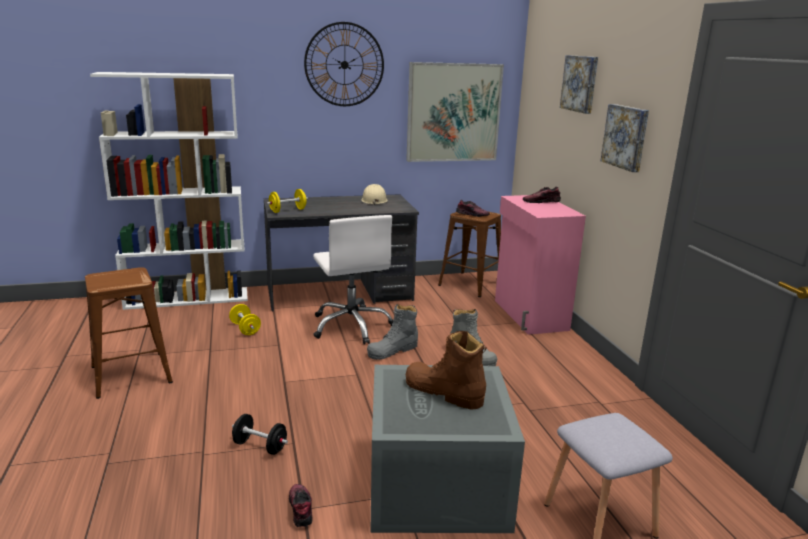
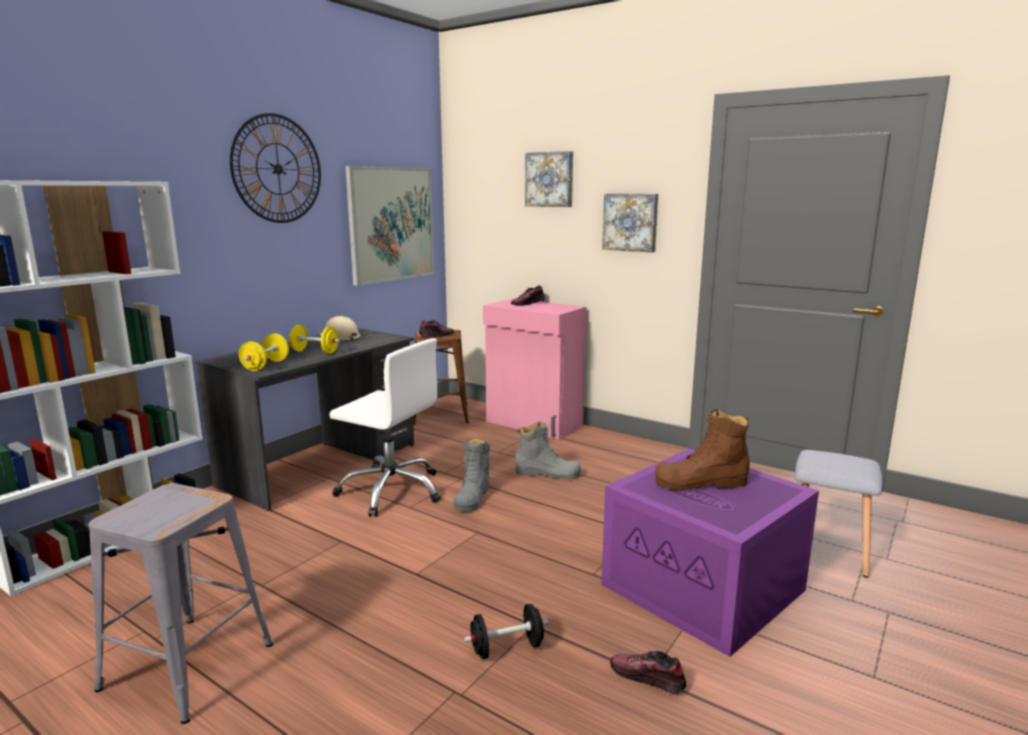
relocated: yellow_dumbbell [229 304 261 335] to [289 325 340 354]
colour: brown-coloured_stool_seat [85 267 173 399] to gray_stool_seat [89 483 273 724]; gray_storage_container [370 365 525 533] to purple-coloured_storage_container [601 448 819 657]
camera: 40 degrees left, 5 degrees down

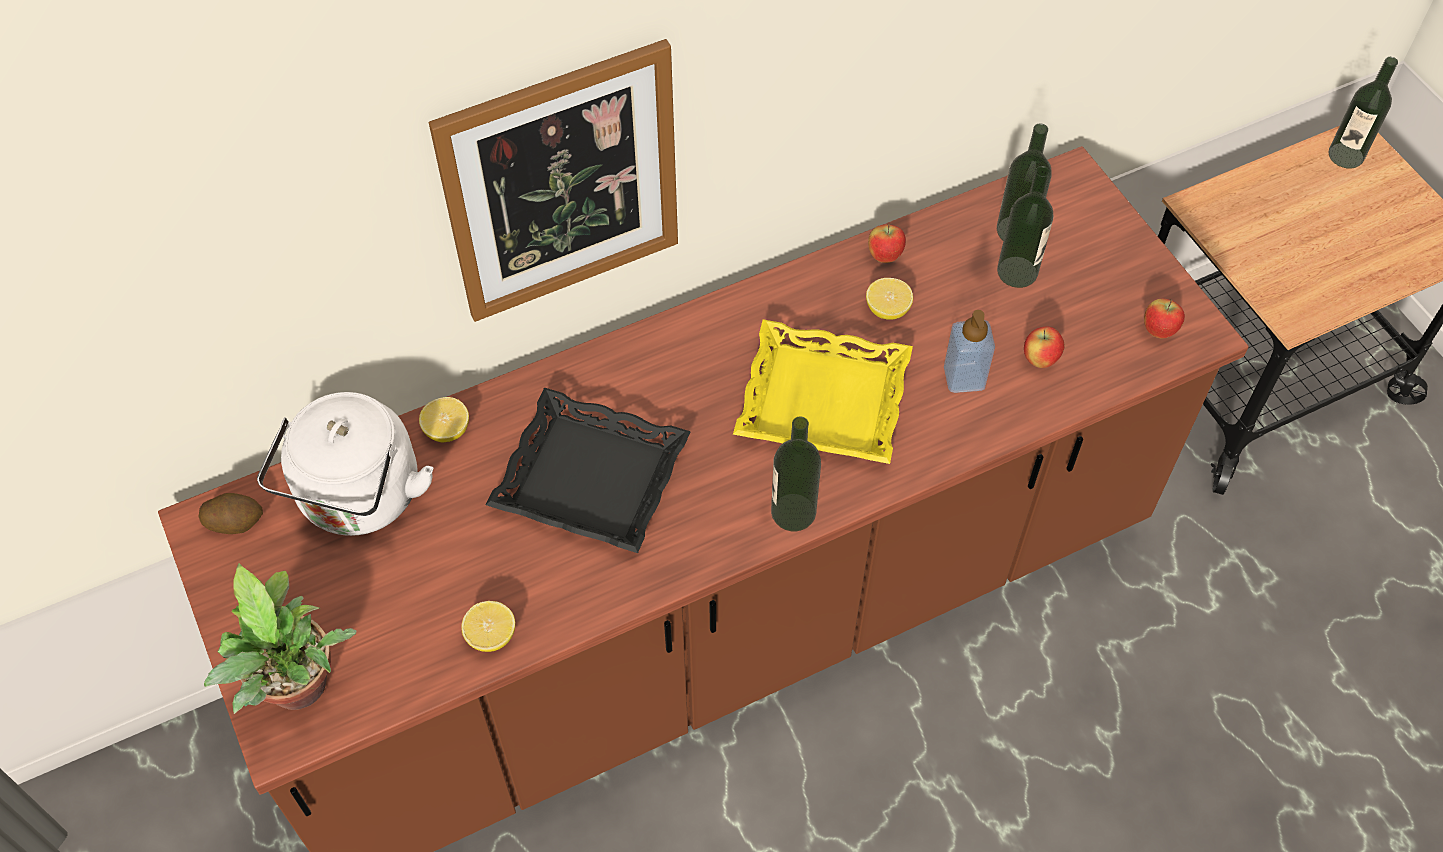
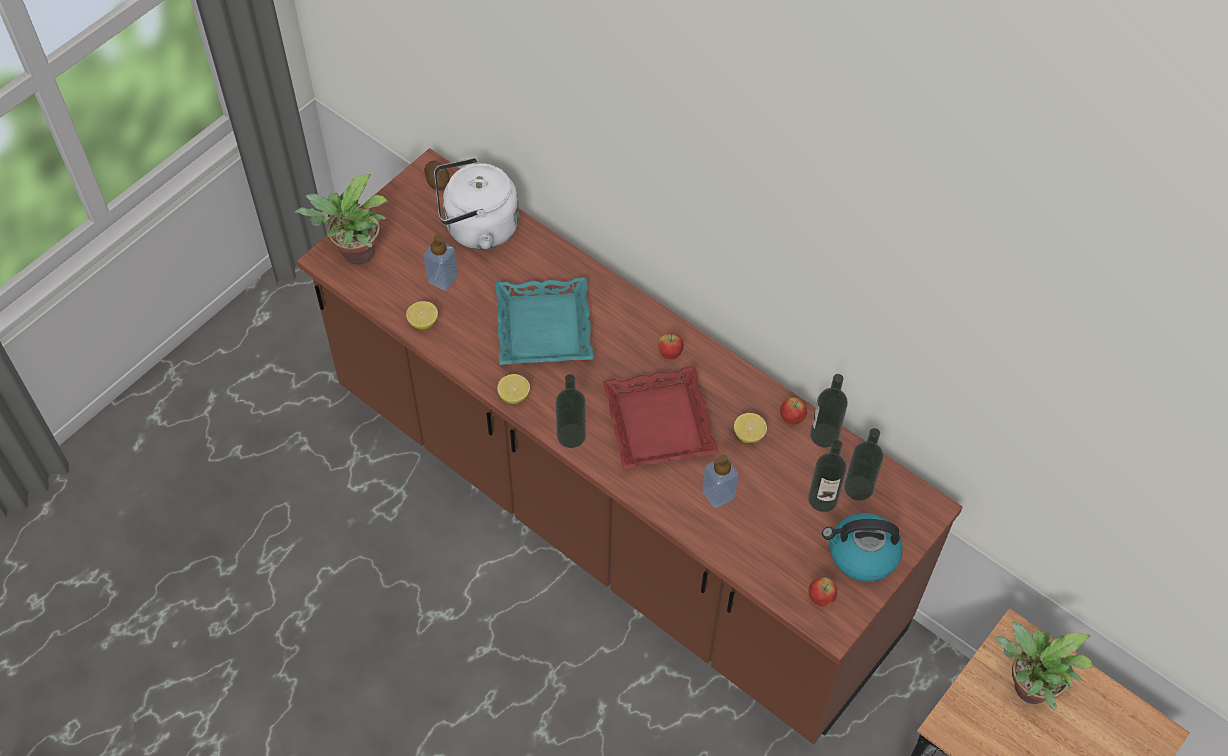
missing: wall_picture [429 39 678 322]
appeared: soap_dispenser [424 235 458 291]; tea_kettle [822 513 903 582]; potted_plant [994 622 1093 711]
relocated: whole_lemon [419 397 469 442] to [497 374 530 404]; apple [1024 327 1064 368] to [658 334 684 360]; bottle [1329 57 1398 169] to [810 374 848 448]
colour: black-coloured_tray [486 387 691 553] to turquoise_tray [496 277 593 365]; yellow_tray [733 319 913 464] to red_tray [602 366 719 469]
camera: 65 degrees right, 0 degrees up

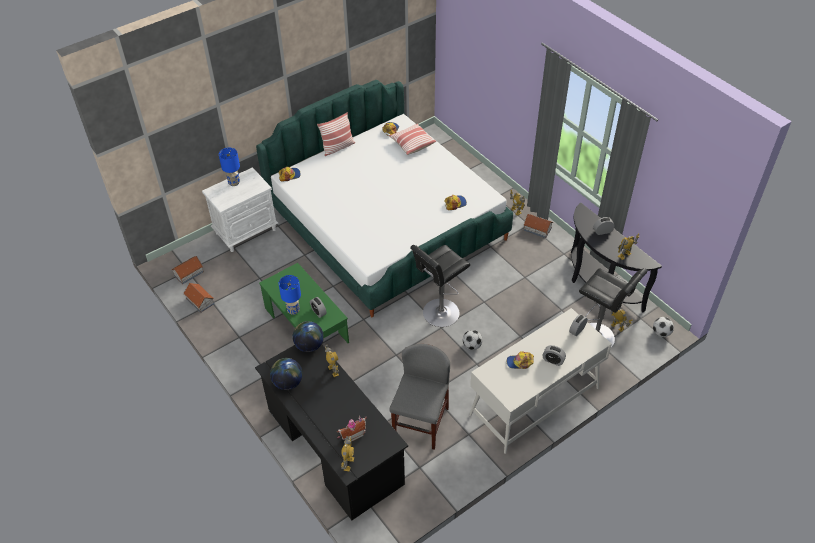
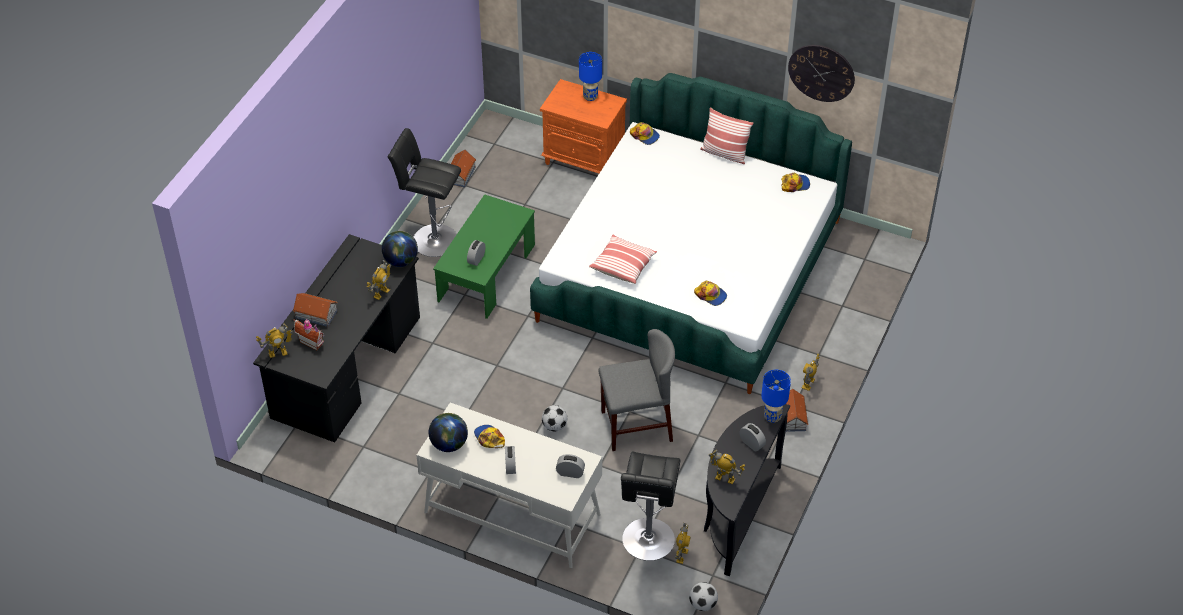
appeared: wall_clock [788 45 855 102]
relocated: model_house [172 256 204 284] to [293 293 338 327]; world_globe [270 358 303 390] to [429 413 468 452]; blue_table_lamp [279 275 301 315] to [761 370 791 423]; cushion [389 124 436 155] to [589 235 657 284]; gray_upright_chair [389 344 450 450] to [599 329 675 451]; black-coloured_stool_seat [410 245 470 327] to [388 128 461 257]
colour: white_bedside_table [202 167 278 252] to orange-coloured_bedside_table [540 79 627 173]
camera: 60 degrees right, 0 degrees up

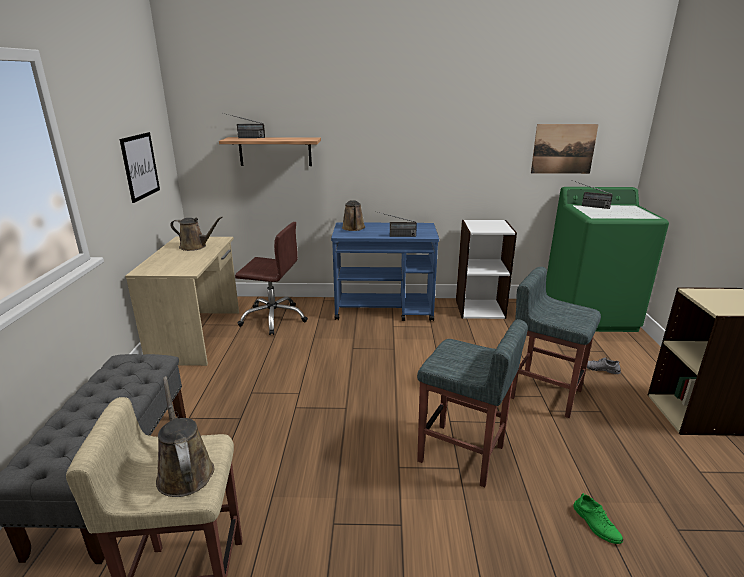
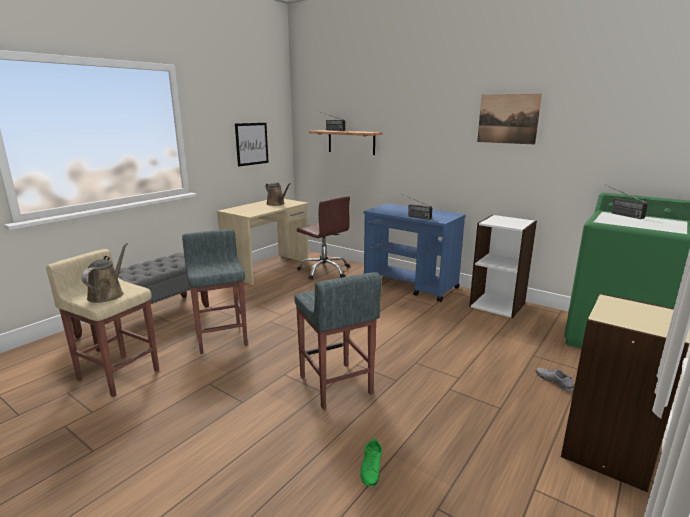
missing: brown-coloured_watering_pot [342 200 365 231]
relocated: gray_stool_seat [511 267 601 418] to [182 229 248 354]; wall_picture [531 124 599 174] to [477 94 542 145]
camera: 35 degrees right, 5 degrees down

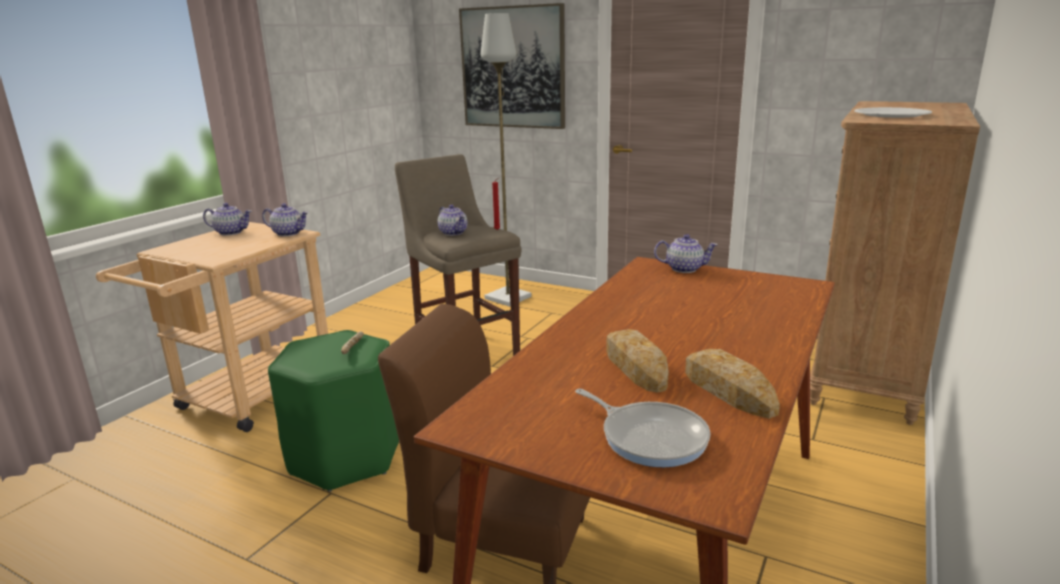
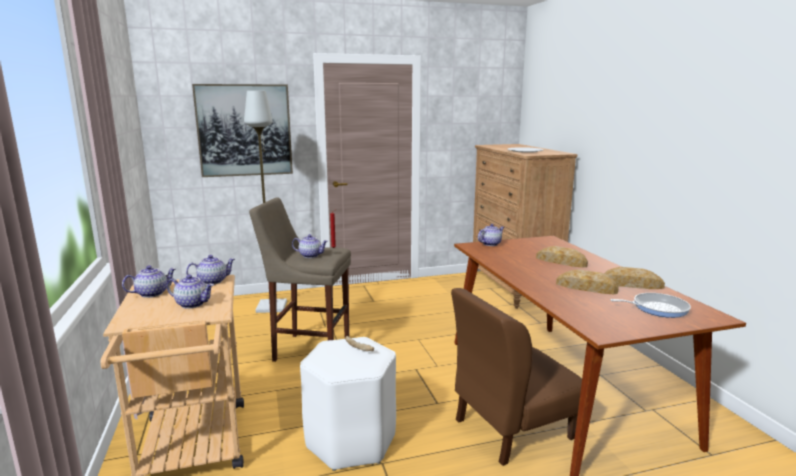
appeared: pot_for_tea [167 275 214 309]; bread [536 246 588 268]
colour: green-coloured_stool_seat [268 330 399 492] to white_stool_seat [300 337 396 471]
camera: 45 degrees left, 5 degrees down

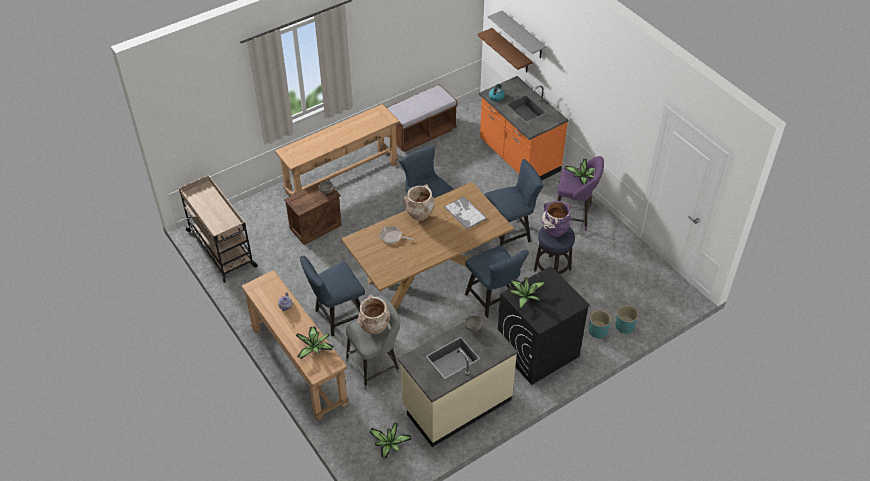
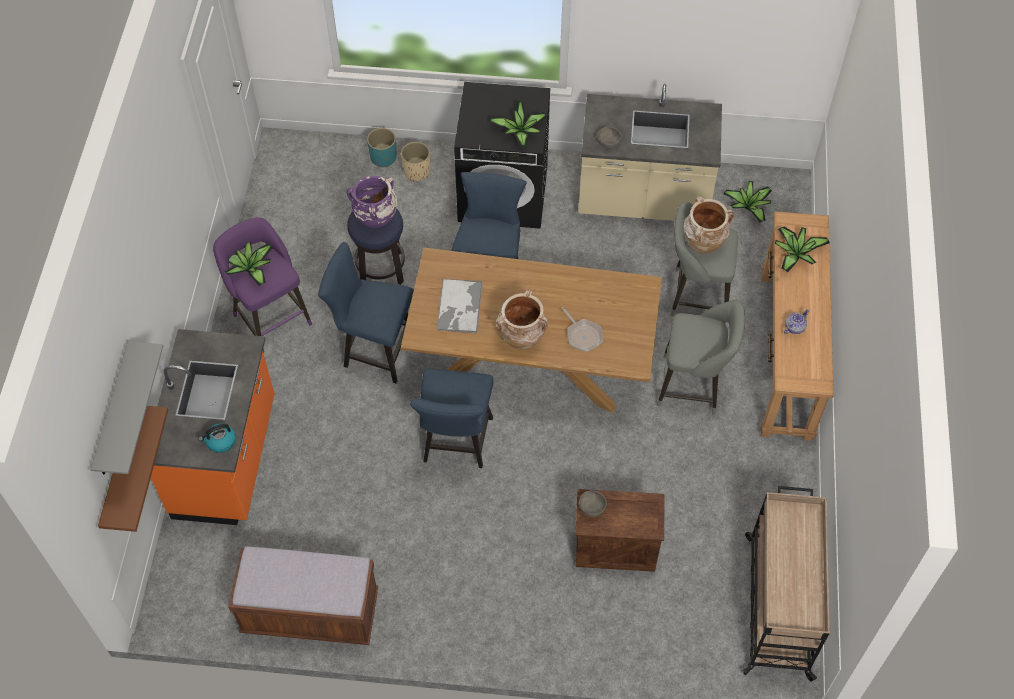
missing: brown-coloured_hall_table [275 104 400 196]
exchanged: blue_upright_chair [300 255 365 336] to gray_stool_seat [657 300 745 414]
colour: turquoise_plant_pot [589 310 611 339] to beige-coloured_plant_pot [401 142 430 181]
camera: 140 degrees left, 10 degrees up

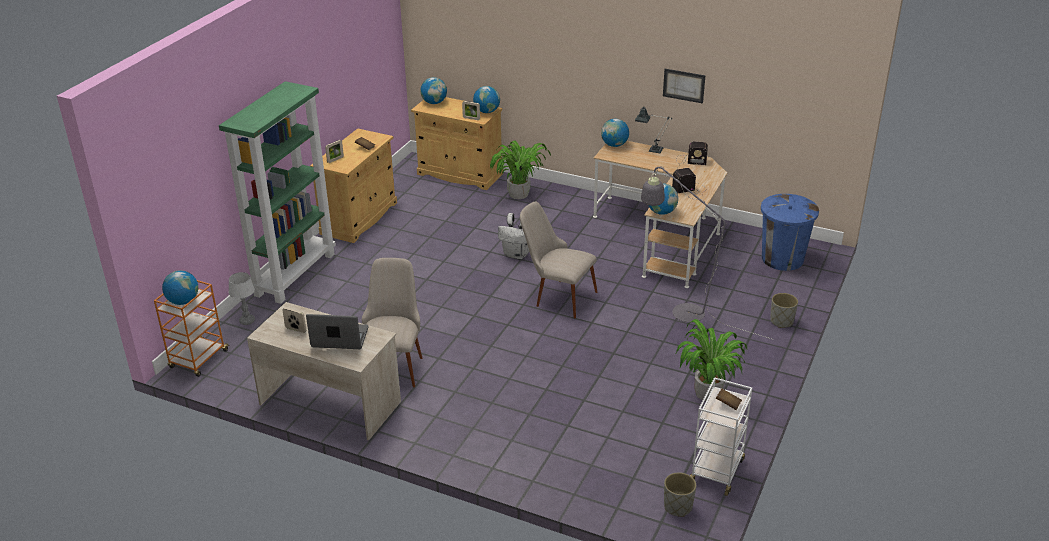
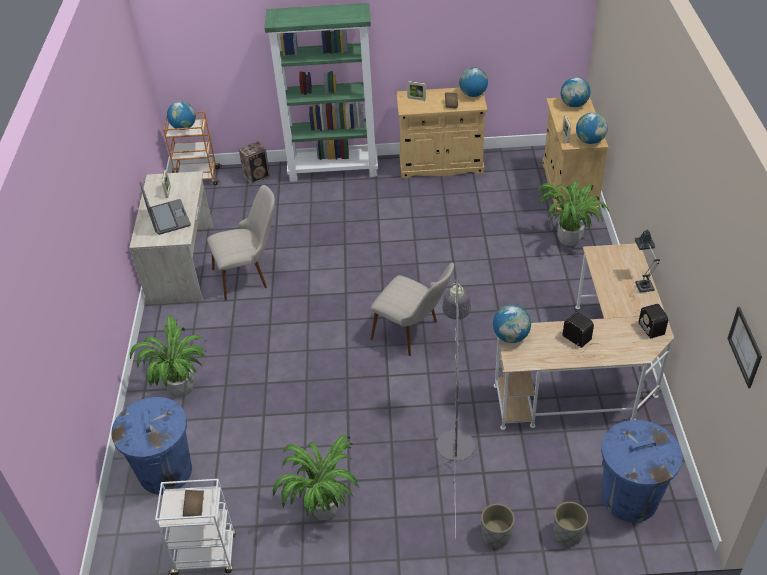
missing: white_knapsack [498 213 529 259]
appeared: blue_trash_can [111 397 192 495]; potted_plant [130 315 207 397]
relocated: world_globe [601 119 629 147] to [459 68 488 97]; wall_picture [663 69 706 104] to [727 307 762 388]; gray_plant_pot [664 472 696 517] to [554 502 588 546]
exchanged: table_lamp [229 272 255 325] to speaker [239 141 270 185]
spun: beige-coloured_upright_chair [520 202 598 318] = [370 263 454 356] 120 degrees clockwise
camera: 65 degrees right, 10 degrees up

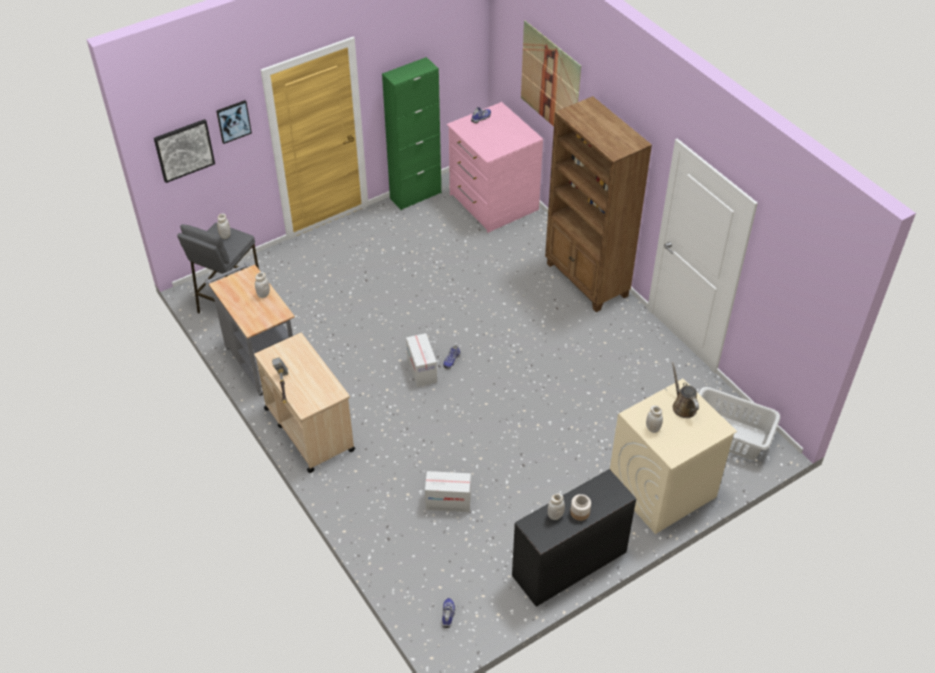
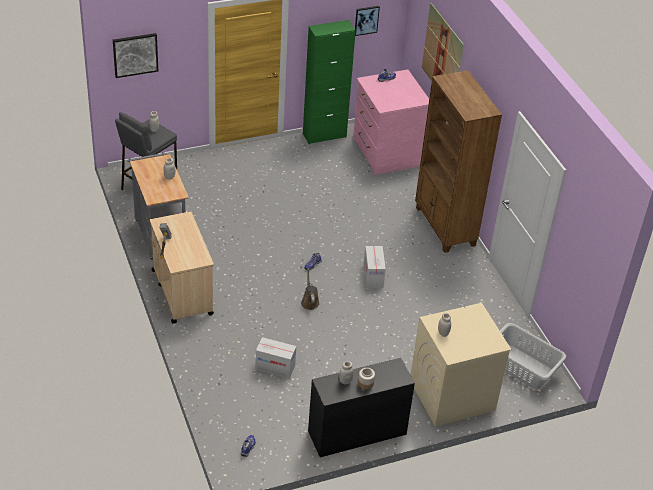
relocated: wall_picture [216 100 252 144] to [355 6 380 36]; carton [406 333 437 387] to [363 246 386 288]; brown-coloured_watering_pot [672 362 699 418] to [301 268 320 310]
camera: 10 degrees right, 5 degrees down

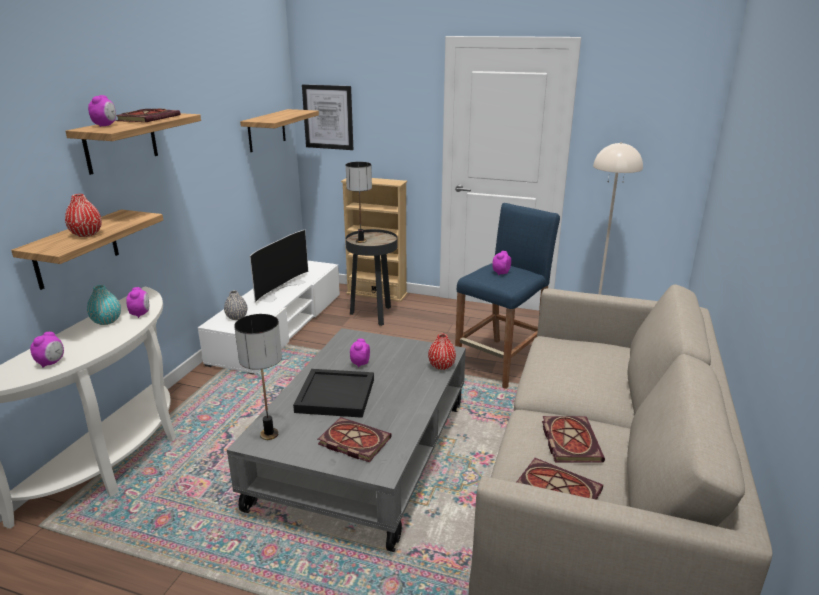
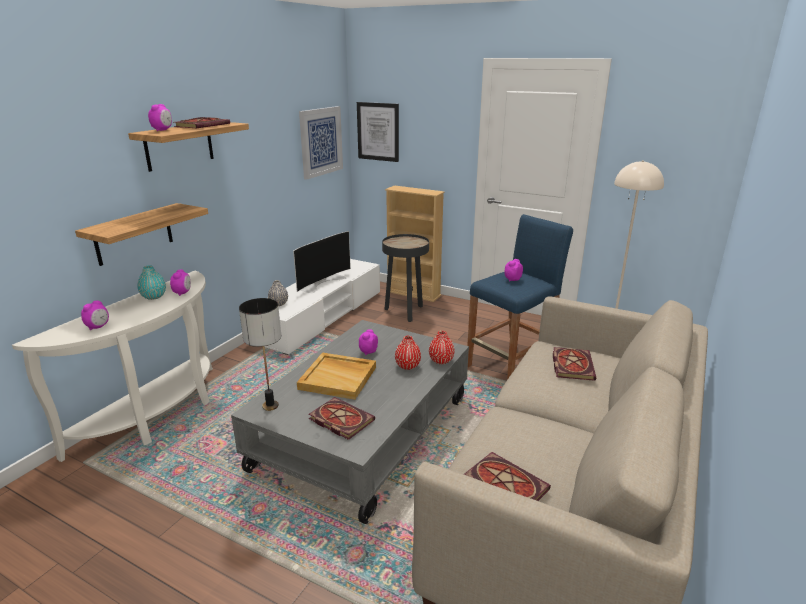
missing: table_lamp [346 162 372 243]
relocated: red_flower_vase [65 194 102 237] to [395 336 421 370]; volume [542 416 605 462] to [553 347 596 381]
exchanged: wall_shelf [240 109 319 152] to wall_picture [299 106 343 180]
colour: black-coloured_tray [293 369 374 418] to beige-coloured_tray [297 353 376 400]
camera: 10 degrees right, 0 degrees up

